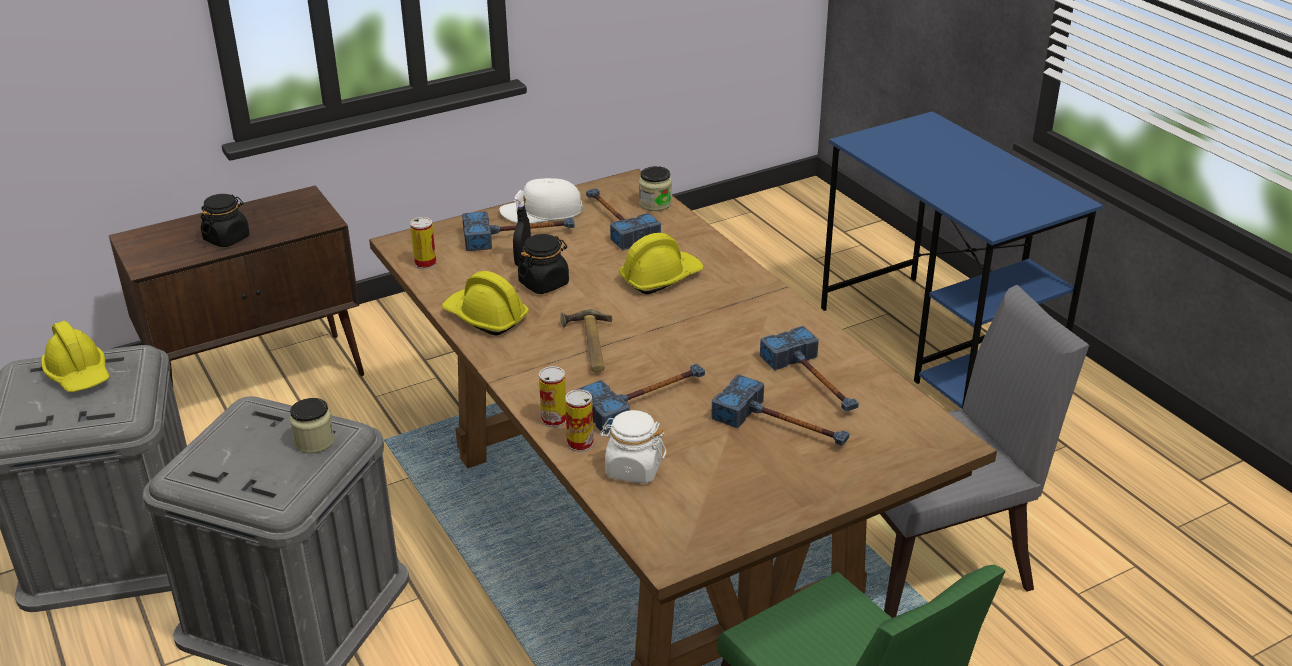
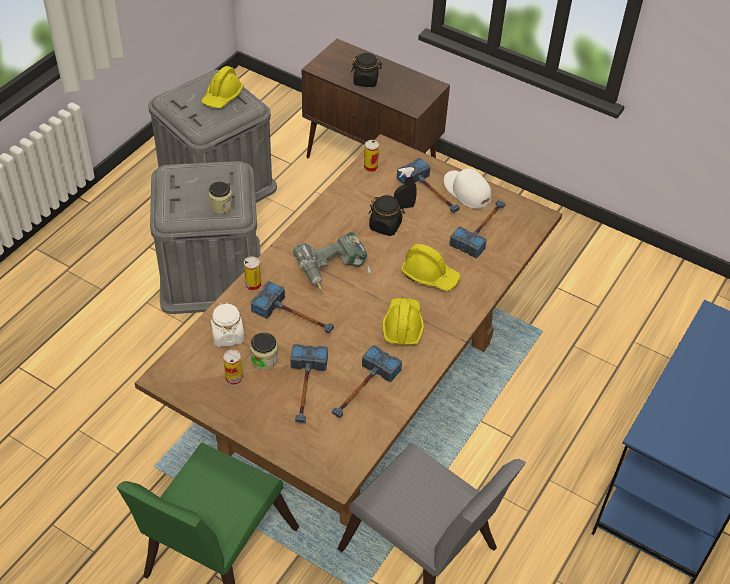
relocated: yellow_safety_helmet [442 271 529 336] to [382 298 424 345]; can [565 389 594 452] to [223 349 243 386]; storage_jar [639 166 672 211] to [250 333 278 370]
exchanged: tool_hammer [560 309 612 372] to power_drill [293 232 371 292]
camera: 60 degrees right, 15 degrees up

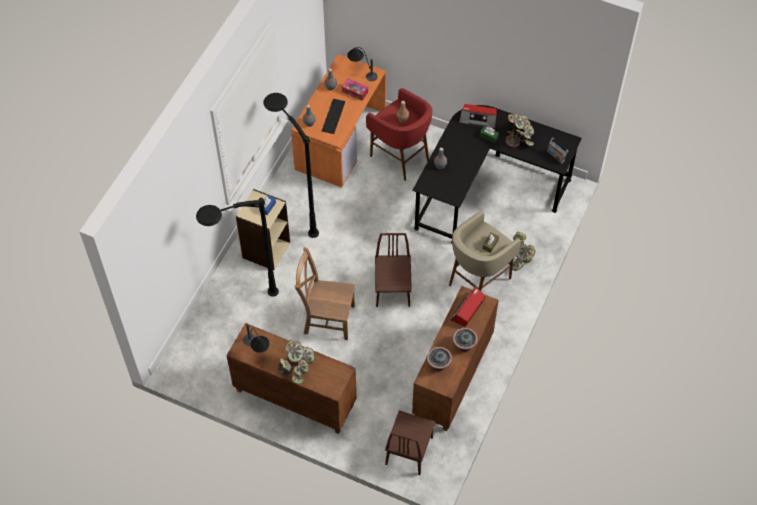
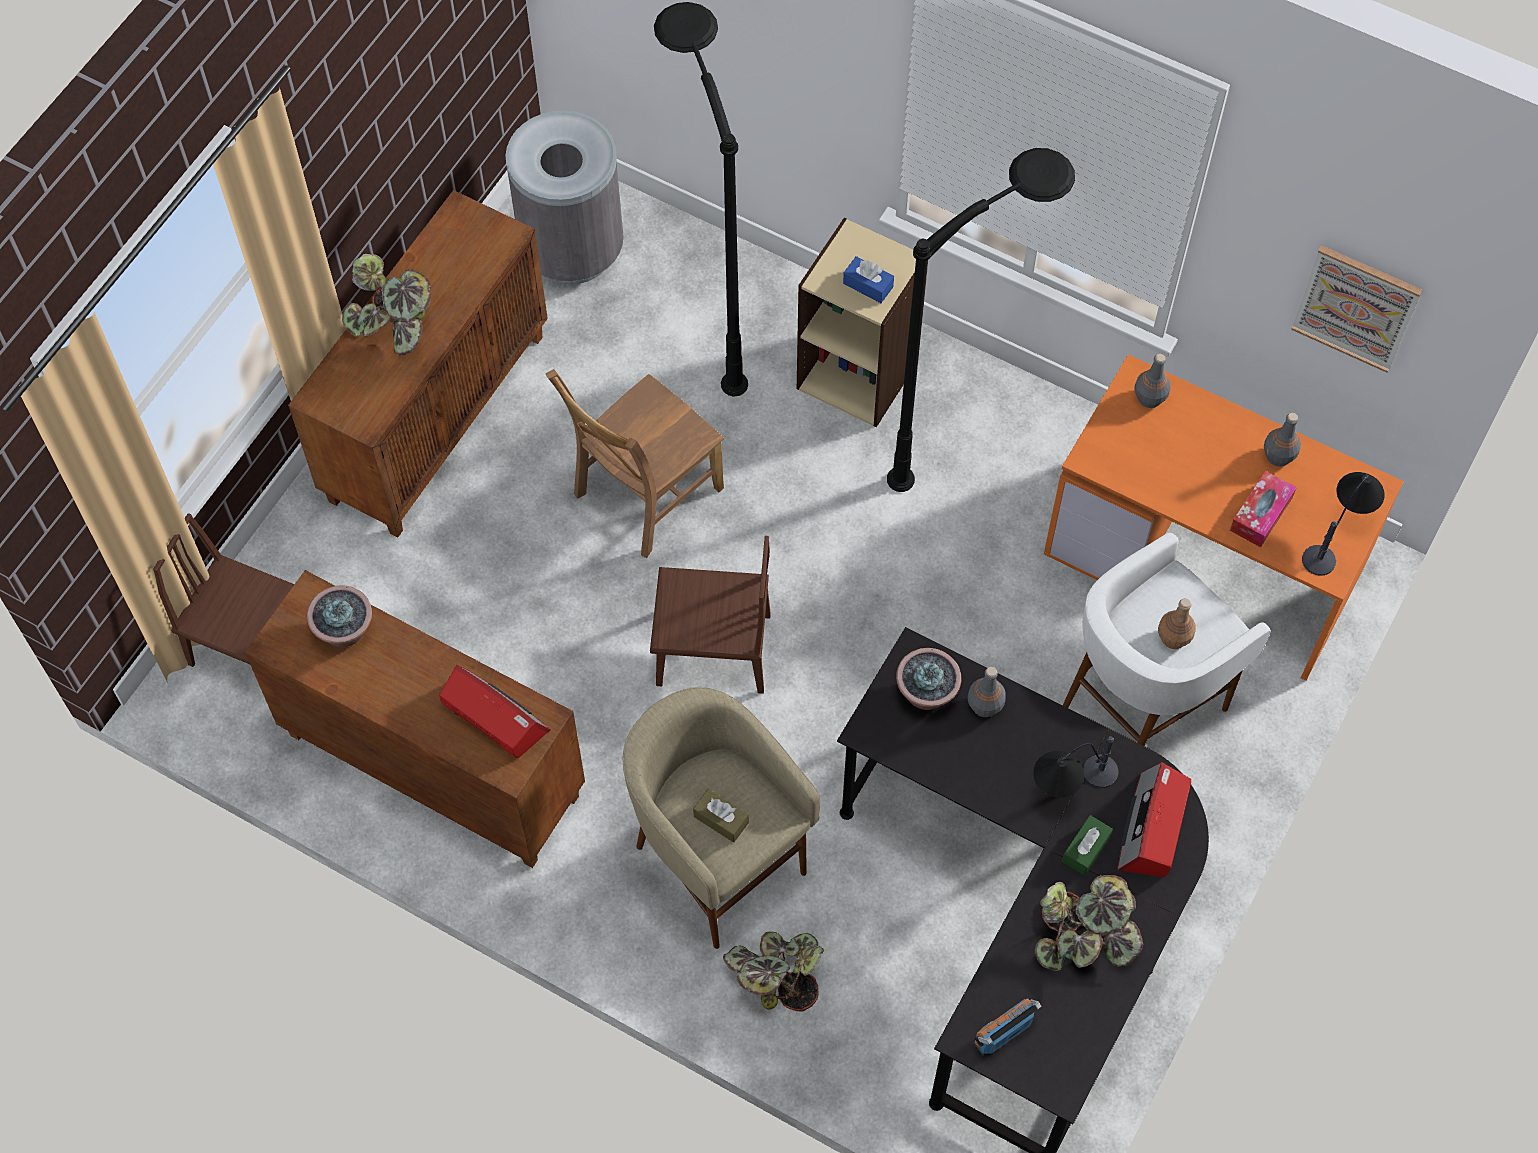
missing: PC_keyboard [322 99 345 134]
appeared: gray_trash_can [506 110 624 284]; wall_picture [1291 245 1422 373]
relocated: table_lamp [243 324 270 353] to [1033 736 1119 798]; potted_plant [453 328 478 352] to [896 648 961 710]
colour: red_stool_seat [366 88 432 181] to white_stool_seat [1063 533 1271 746]
spun: brown-coloured_upright_chair [294 247 355 340] = [545 369 724 558] 150 degrees counterclockwise
camera: 95 degrees right, 5 degrees up

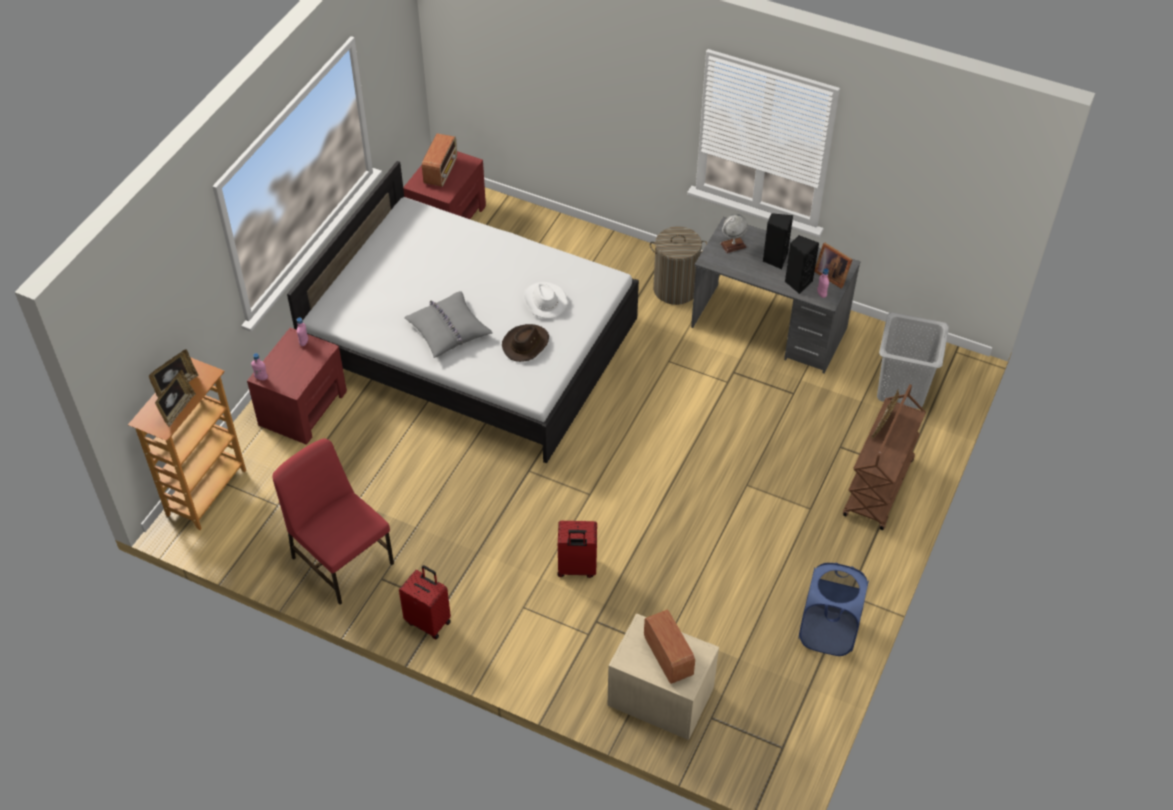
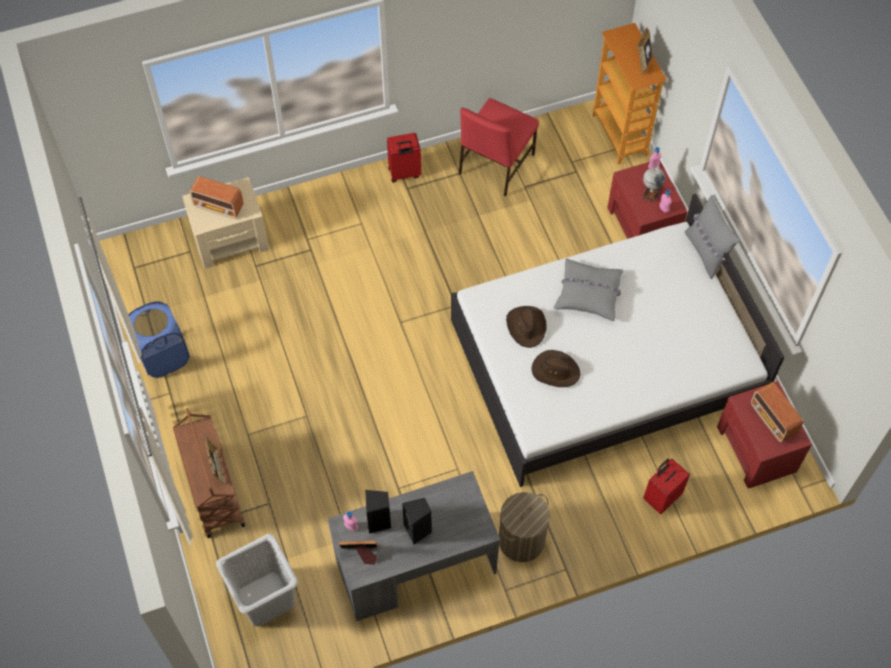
missing: standing_frame [155 370 196 427]
appeared: gray_cushion [685 195 740 279]
relocated: red_piece_of_luggage [558 521 597 578] to [643 459 690 514]; world_globe [720 214 748 253] to [642 166 665 202]
colour: white_wearable_hat [524 282 568 319] to brown-coloured_wearable_hat [532 350 580 387]
spun: red_upright_chair [273 438 394 605] = [459 98 539 197] 120 degrees clockwise
camera: 135 degrees right, 10 degrees up

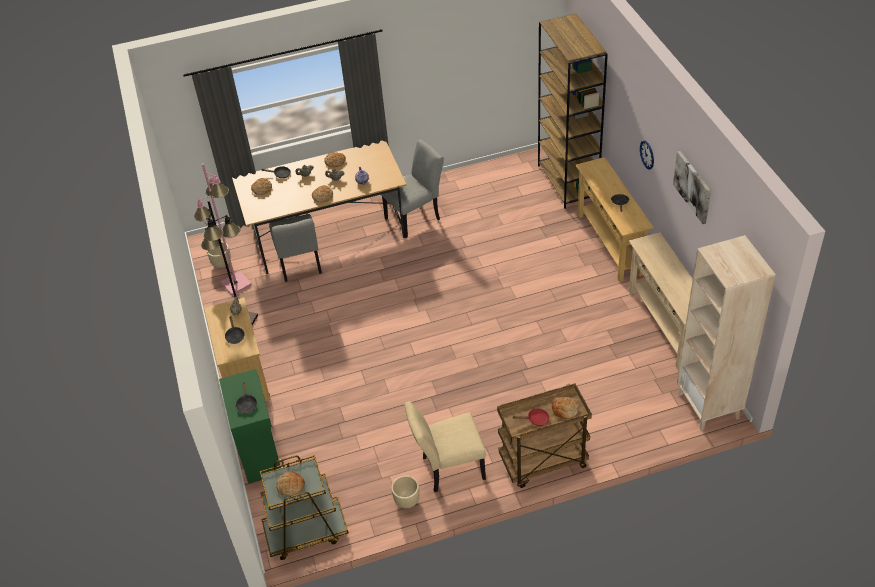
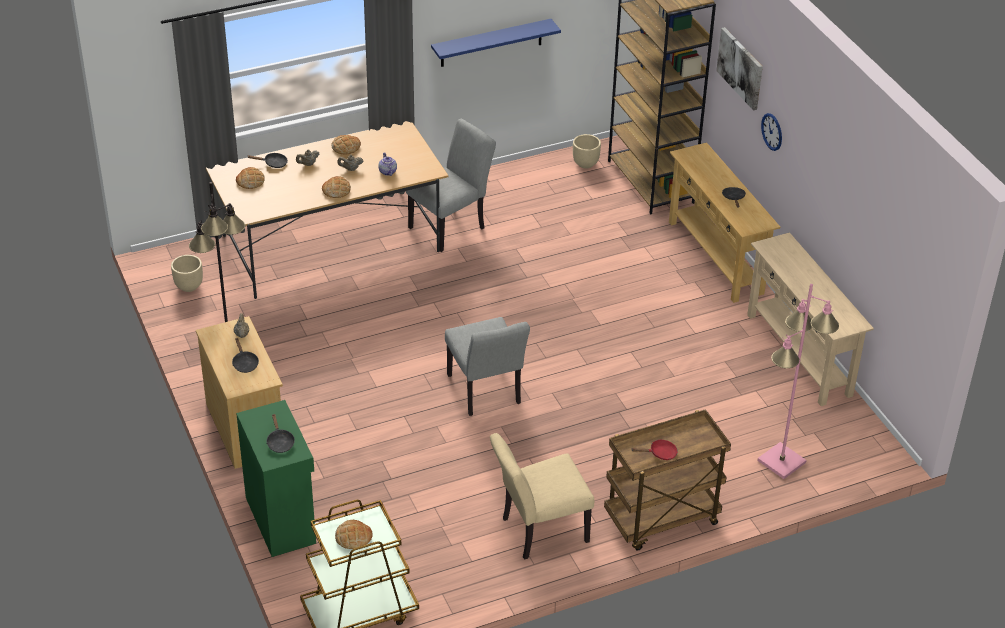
missing: bread [552 396 579 419]; beige-coloured_bookshelf [677 235 776 431]
appeared: blue_wall_shelf [431 19 561 67]
relocated: pink-coloured_standing_lamp [194 164 252 296] to [757 284 839 479]; gray_upright_chair [269 214 322 282] to [445 317 530 416]; beige-coloured_plant_pot [391 476 419 508] to [573 134 601 169]; wall_picture [673 151 711 224] to [716 27 763 110]
camera: 10 degrees left, 5 degrees down

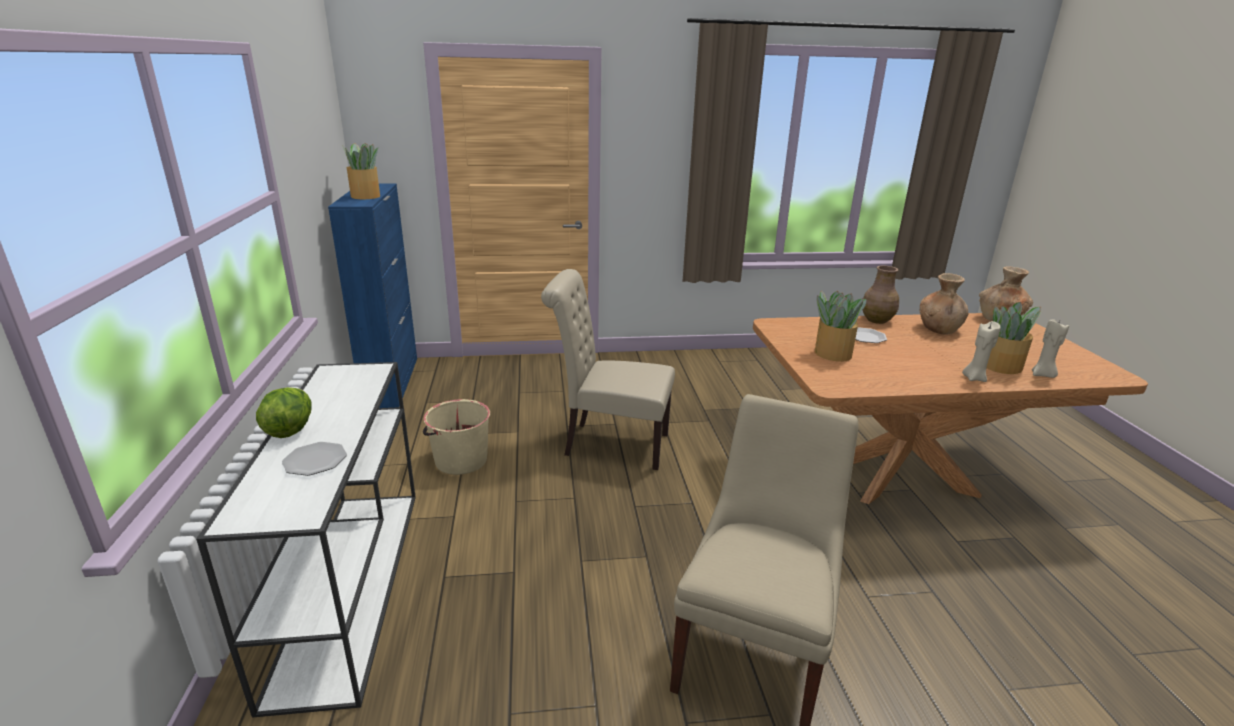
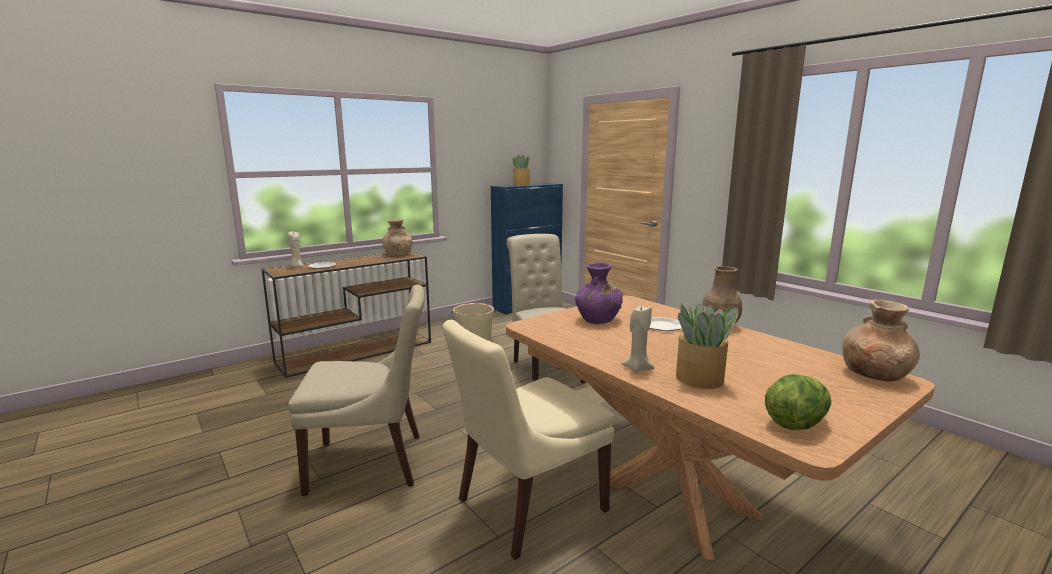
appeared: beige-coloured_upright_chair [443 320 615 560]
relocated: lettuce_head [256 387 312 438] to [765 374 831 430]; brown-coloured_flower_vase [919 273 969 335] to [382 219 413 256]; beige-coloured_wax_candle [1032 319 1069 378] to [288 231 304 268]
exchanged: potted_plant [815 291 866 362] to purple-coloured_flower_vase [575 262 623 324]
colour: white_hall_table [196 362 416 718] to brown-coloured_hall_table [262 251 431 378]
camera: 60 degrees right, 10 degrees down

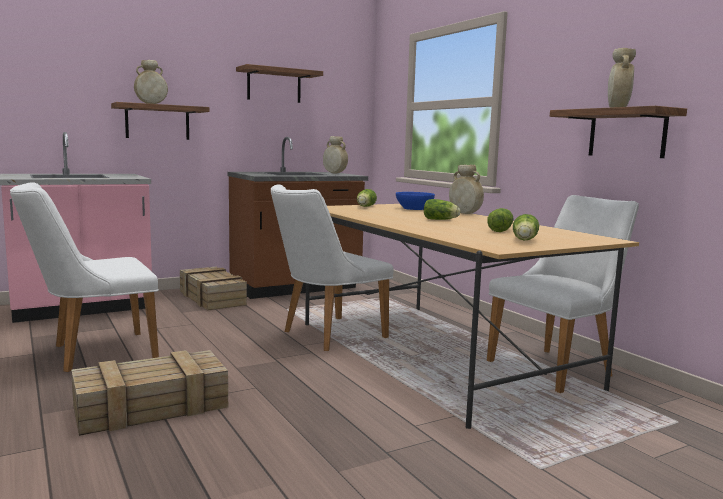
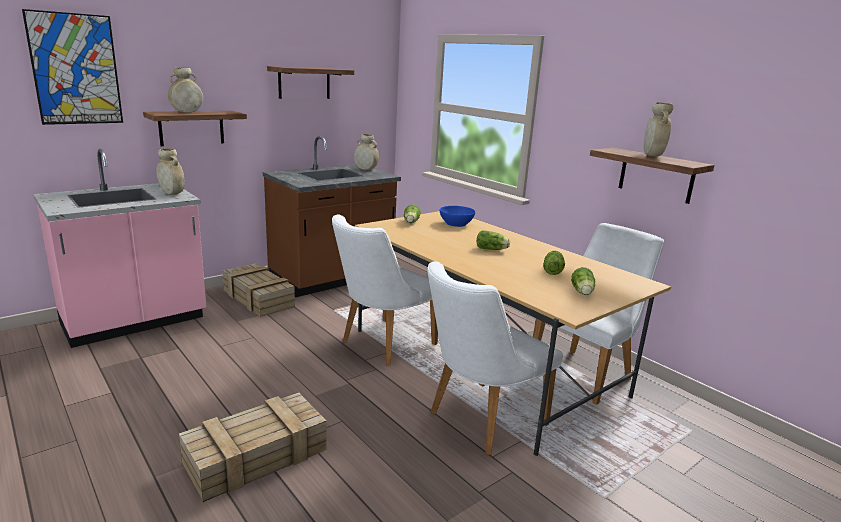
appeared: wall_picture [22 9 123 125]
relocated: white_upright_chair [10 182 159 372] to [427 261 563 455]; beige-coloured_flower_vase [449 165 484 214] to [156 148 185 195]
camera: 10 degrees left, 10 degrees up

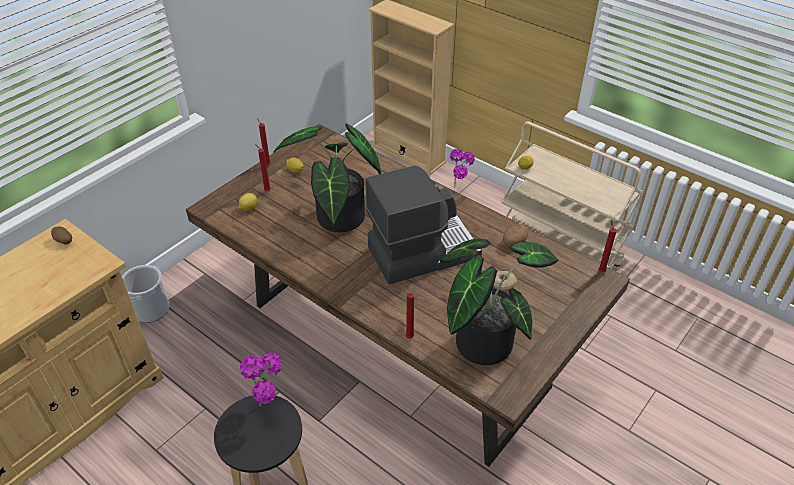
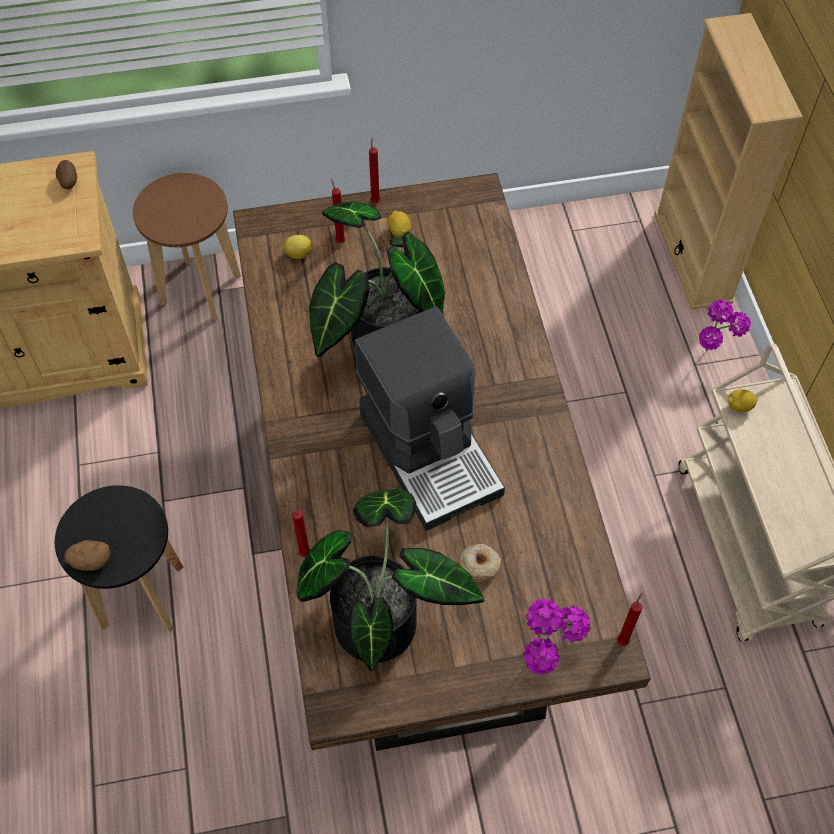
relocated: potted_plant [240 353 282 406] to [523 599 591 675]; spud [503 223 528 246] to [64 540 111 571]
exchanged: pail [122 265 169 323] to brown-coloured_stool_seat [133 173 241 321]
spun: coffee_machine [366 165 482 284] = [355 307 505 531] 45 degrees clockwise
camera: 40 degrees right, 15 degrees up

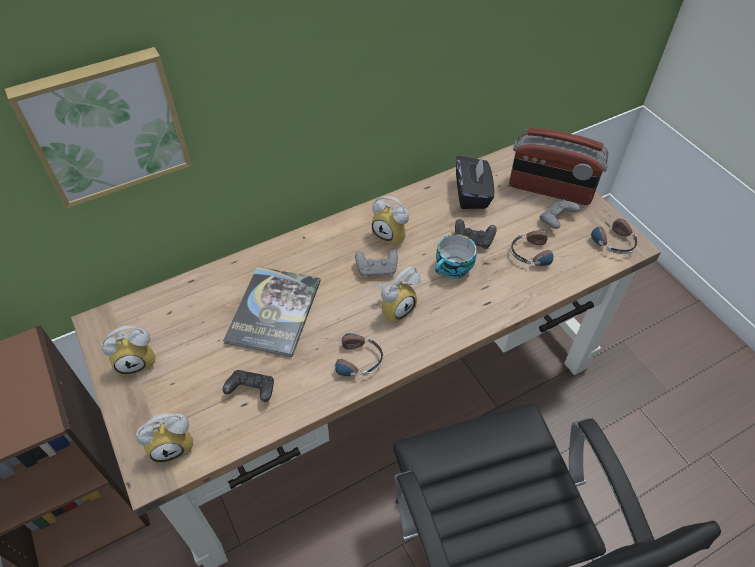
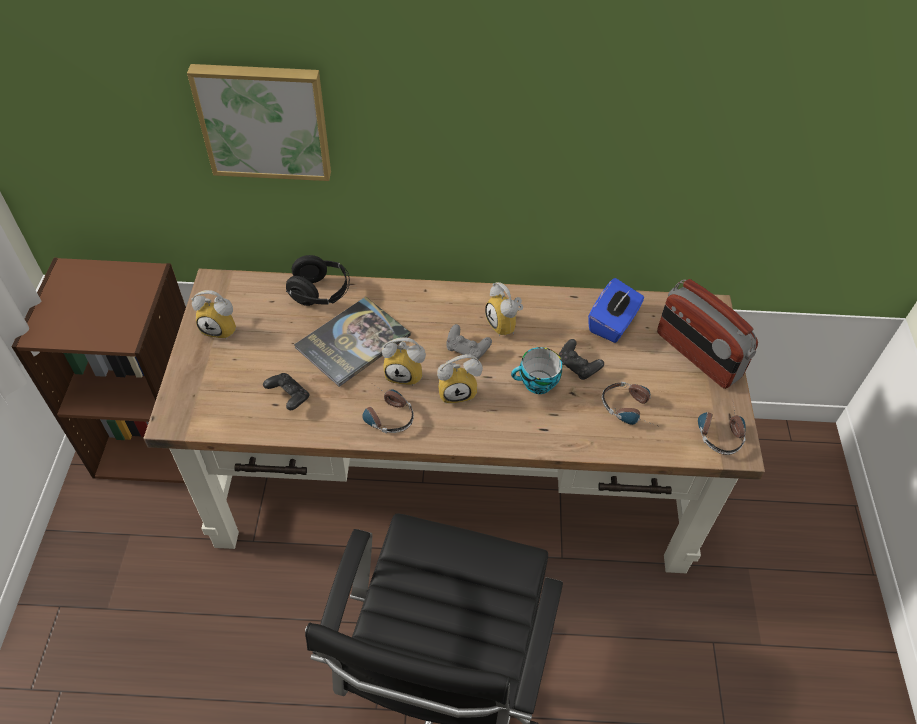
missing: gray_game_controller [540 199 581 229]
appeared: black-coloured_headset [286 255 350 306]
relocated: alarm_clock [136 413 193 464] to [382 337 426 386]
colour: black-coloured_tissue_holder [456 156 494 209] to blue_tissue_holder [588 278 644 343]
camera: 30 degrees right, 0 degrees up

